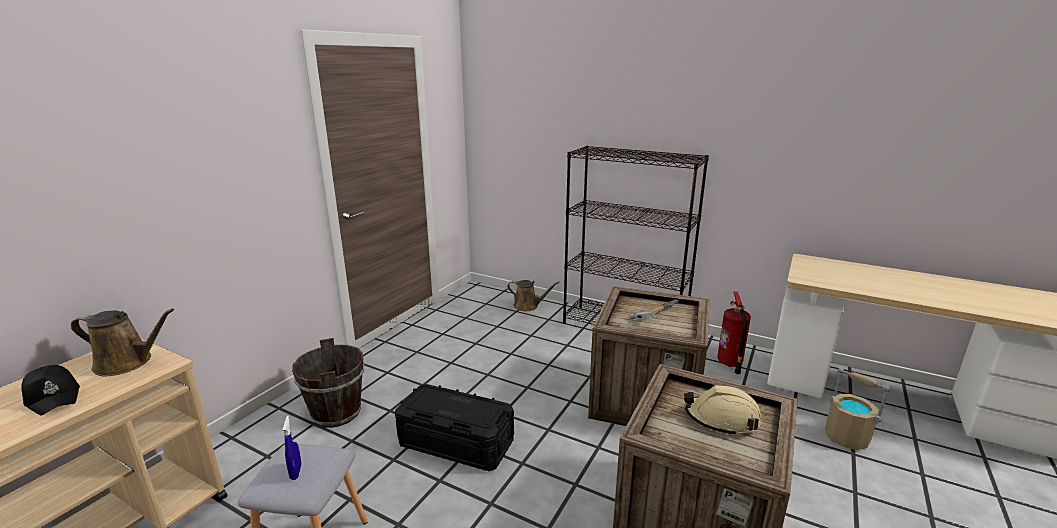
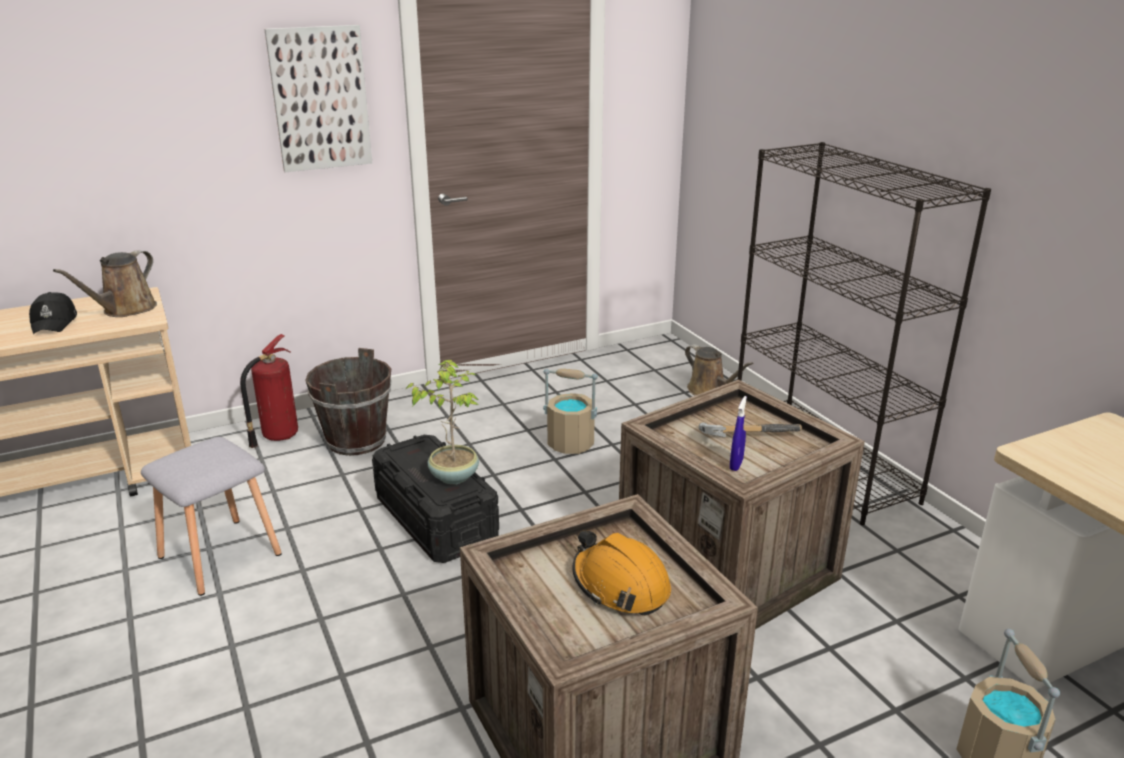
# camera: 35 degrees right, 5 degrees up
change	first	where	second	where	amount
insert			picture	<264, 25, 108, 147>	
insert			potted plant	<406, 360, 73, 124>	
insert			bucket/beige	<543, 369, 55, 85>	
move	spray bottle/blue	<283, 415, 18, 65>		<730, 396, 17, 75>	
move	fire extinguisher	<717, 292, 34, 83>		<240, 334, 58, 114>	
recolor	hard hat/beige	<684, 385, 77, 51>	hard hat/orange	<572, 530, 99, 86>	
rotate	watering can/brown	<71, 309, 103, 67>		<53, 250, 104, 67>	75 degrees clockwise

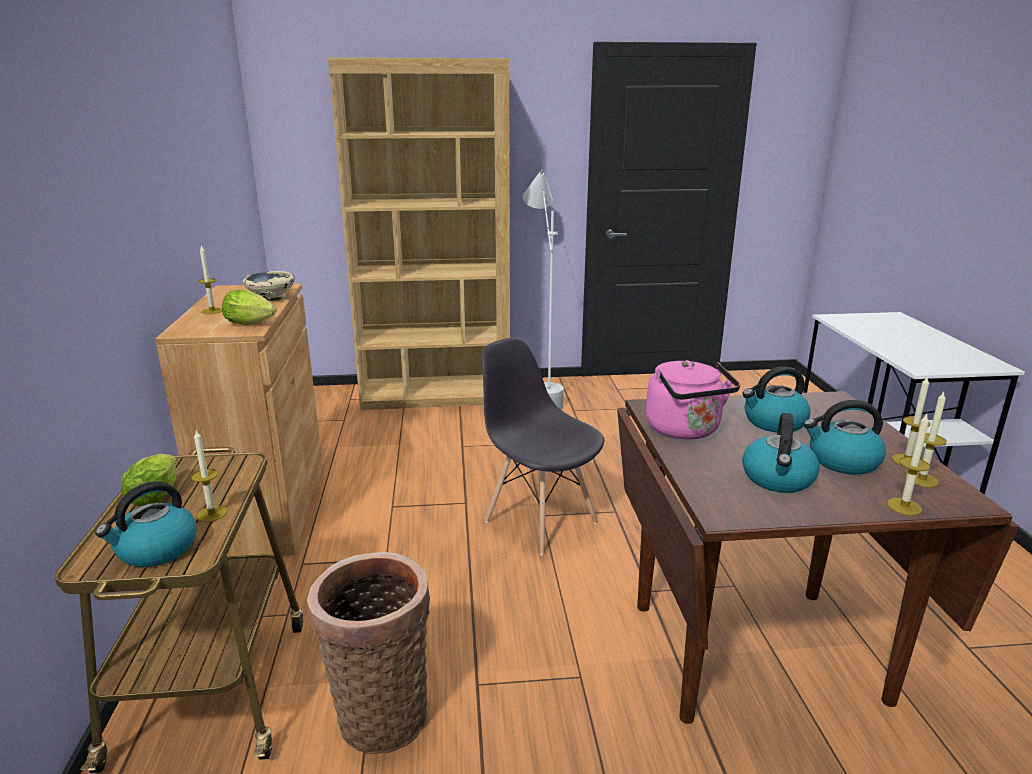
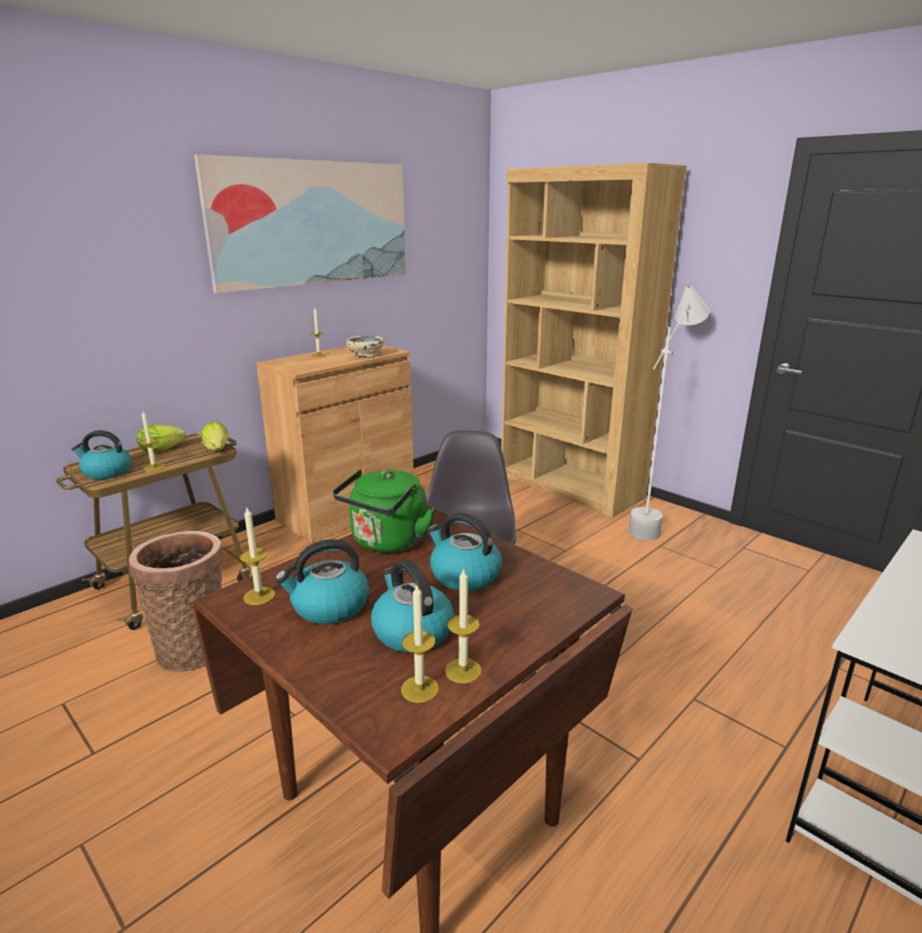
# camera: 50 degrees right, 0 degrees up
change	first	where	second	where	amount
insert			picture	<194, 154, 212, 139>	
move	lettuce	<222, 290, 55, 35>		<201, 421, 28, 30>	
move	candle	<887, 414, 43, 101>		<240, 508, 35, 97>	
recolor	kettle/pink	<646, 360, 94, 80>	kettle/green	<333, 469, 102, 83>	

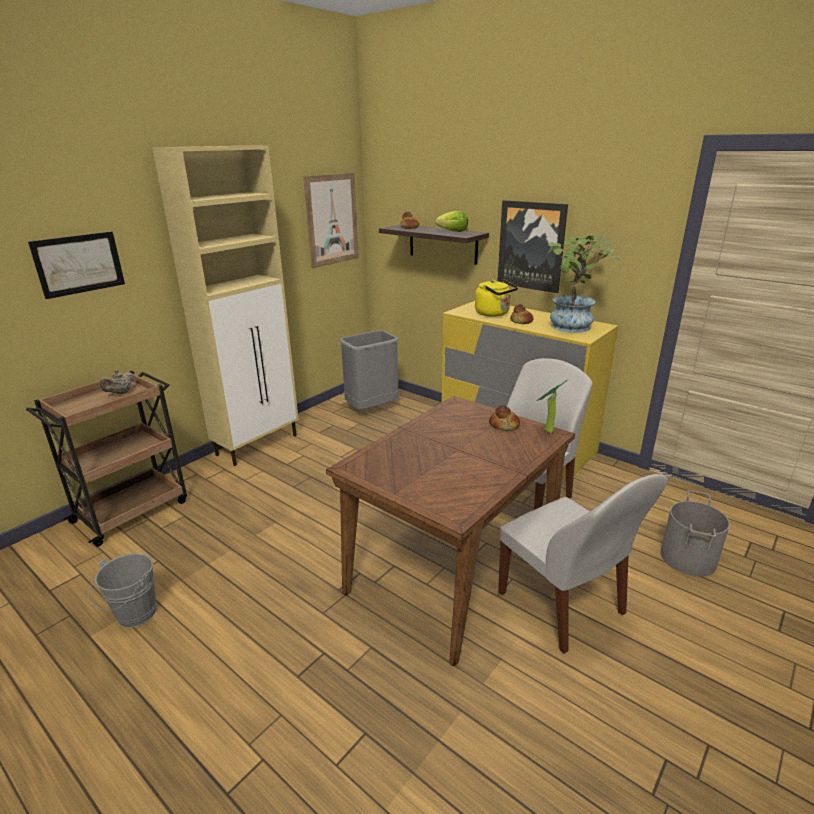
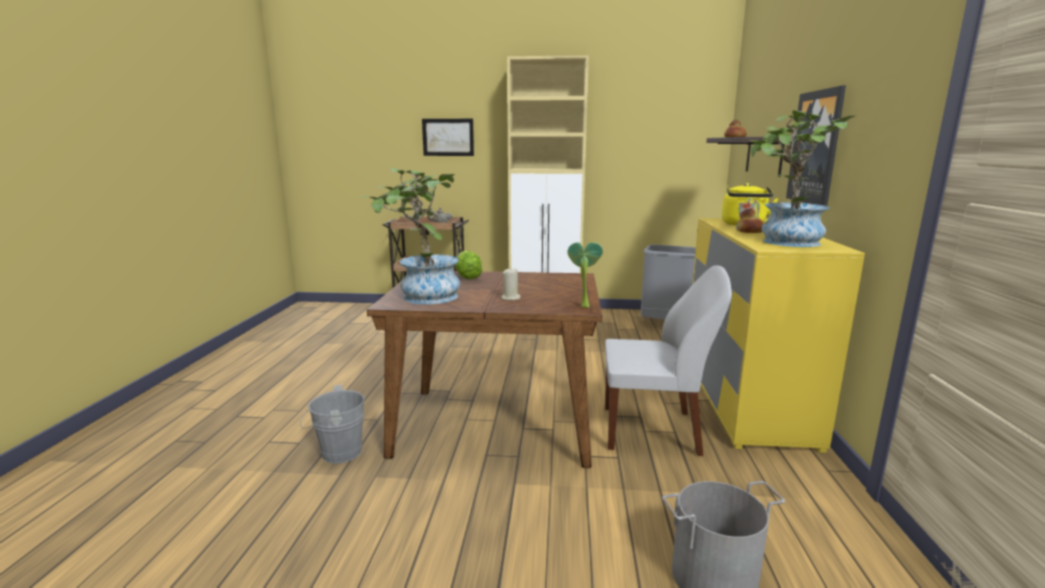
# camera: 55 degrees right, 10 degrees down
change	first	where	second	where	amount
delete	picture	<303, 173, 56, 95>			
delete	bread	<489, 405, 31, 25>			
delete	chair/white	<498, 474, 170, 180>			
insert			potted plant	<361, 168, 99, 136>	
insert			candle/beige	<501, 267, 20, 33>	
move	bucket/grey	<88, 553, 69, 75>		<300, 385, 65, 79>	
move	lettuce	<435, 211, 33, 21>		<455, 251, 27, 28>	

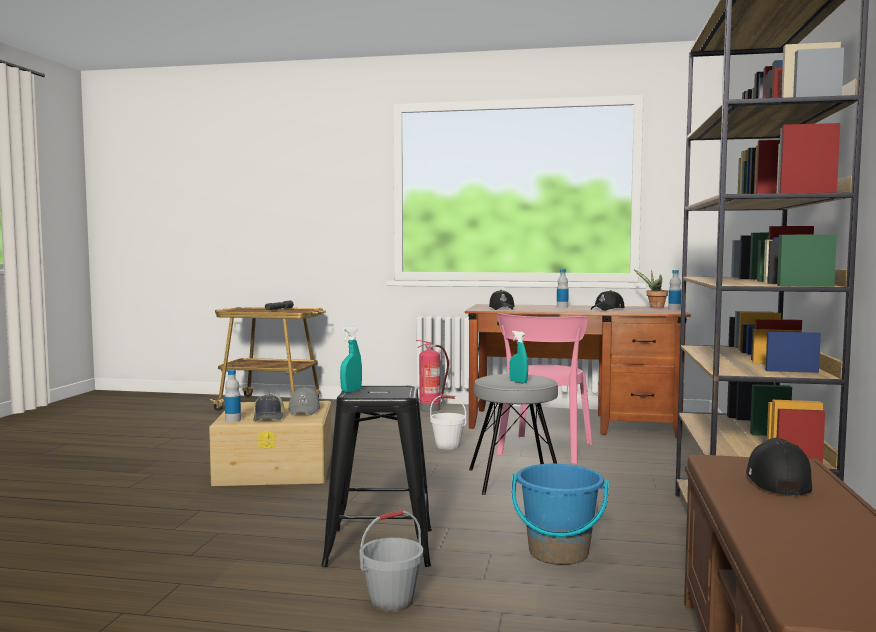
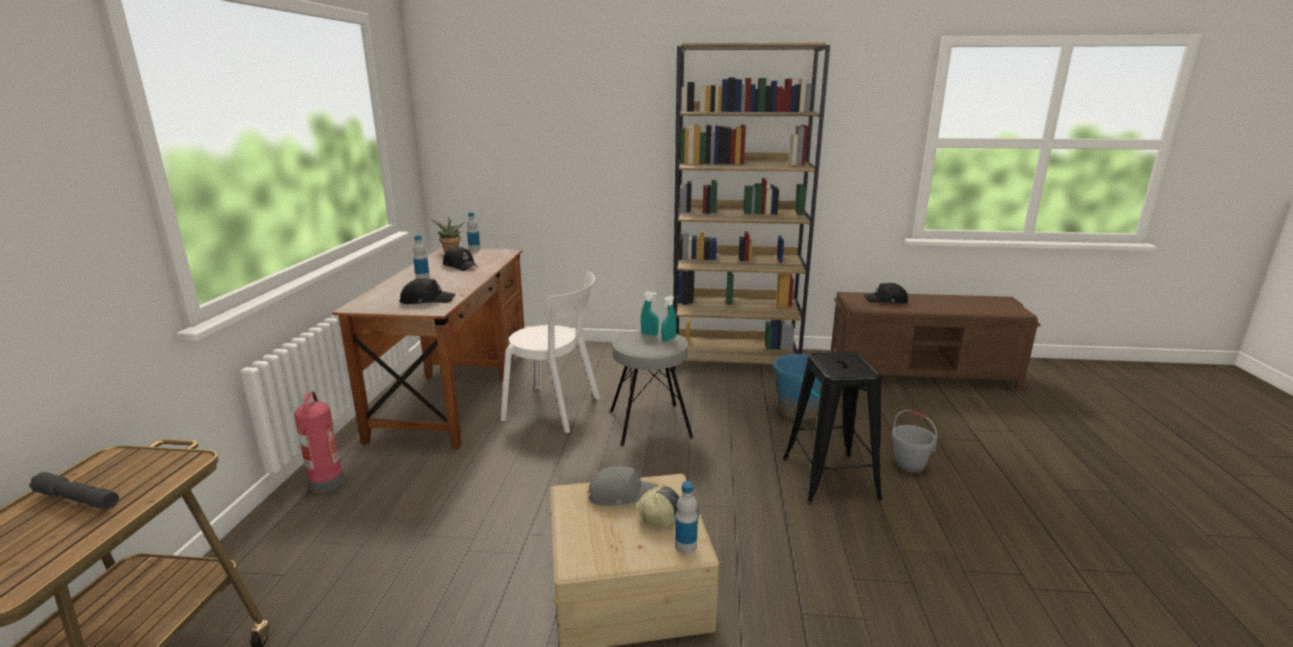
# camera: 95 degrees left, 15 degrees up
change	first	where	second	where	amount
delete	bucket/white	<430, 395, 36, 55>			
move	spray bottle/turquoise	<340, 326, 22, 67>		<641, 292, 18, 44>	
recolor	chair/pink	<496, 313, 97, 151>	chair/white	<500, 272, 100, 161>	

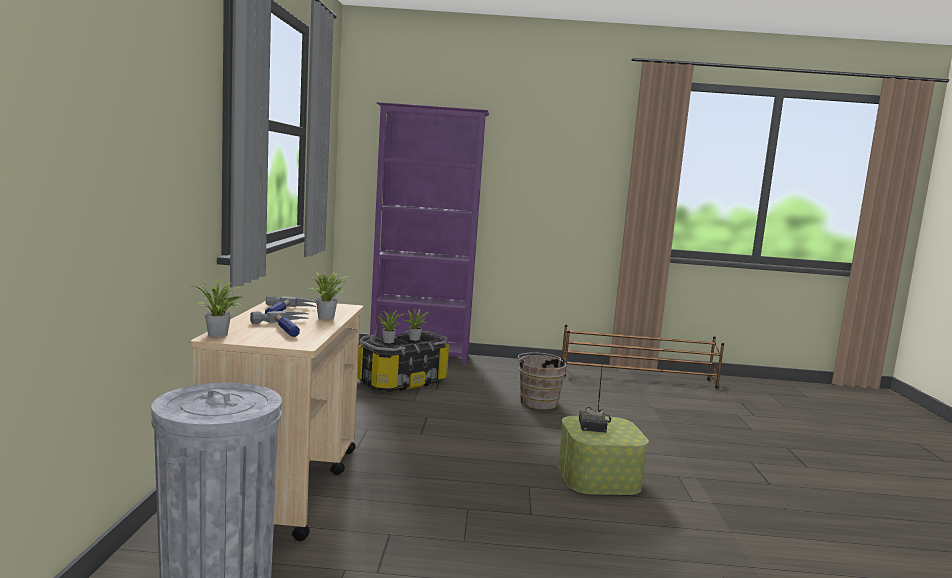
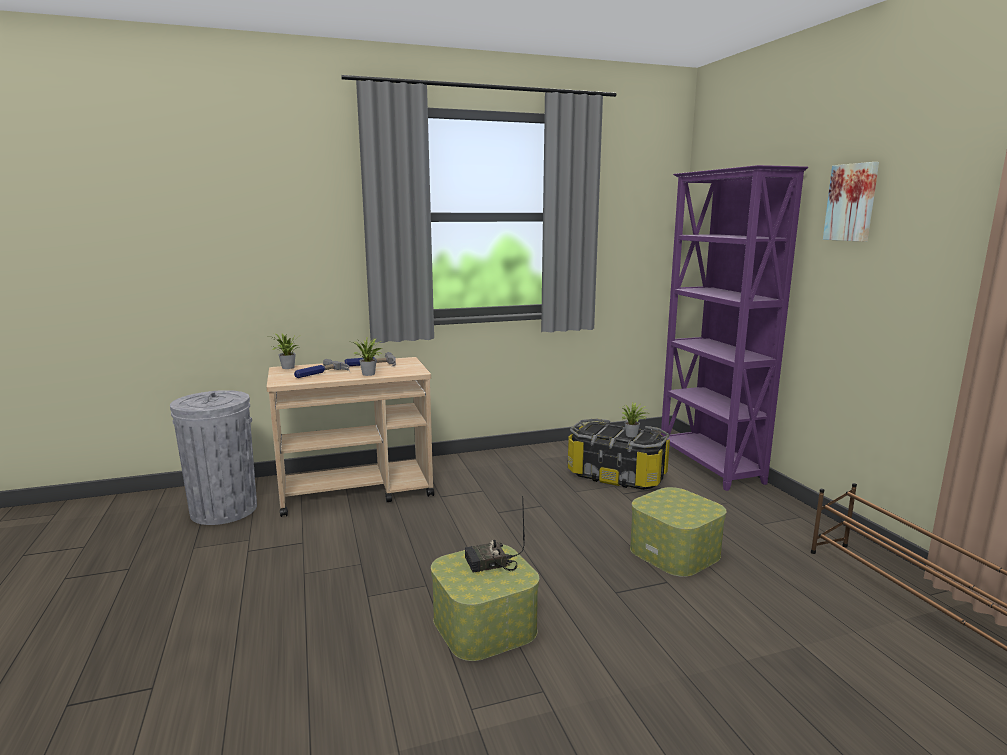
# camera: 70 degrees right, 5 degrees up
change	first	where	second	where	amount
delete	potted plant	<378, 311, 25, 32>			
insert			picture	<823, 162, 56, 80>	
replace	bucket/brown	<518, 352, 48, 58>	storage box	<630, 487, 97, 90>	

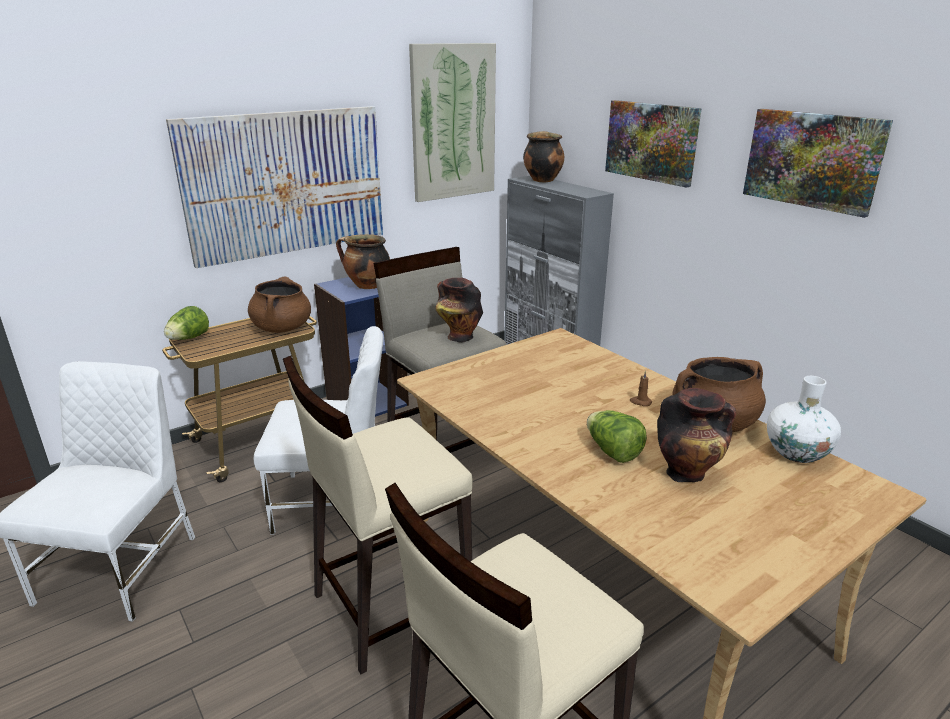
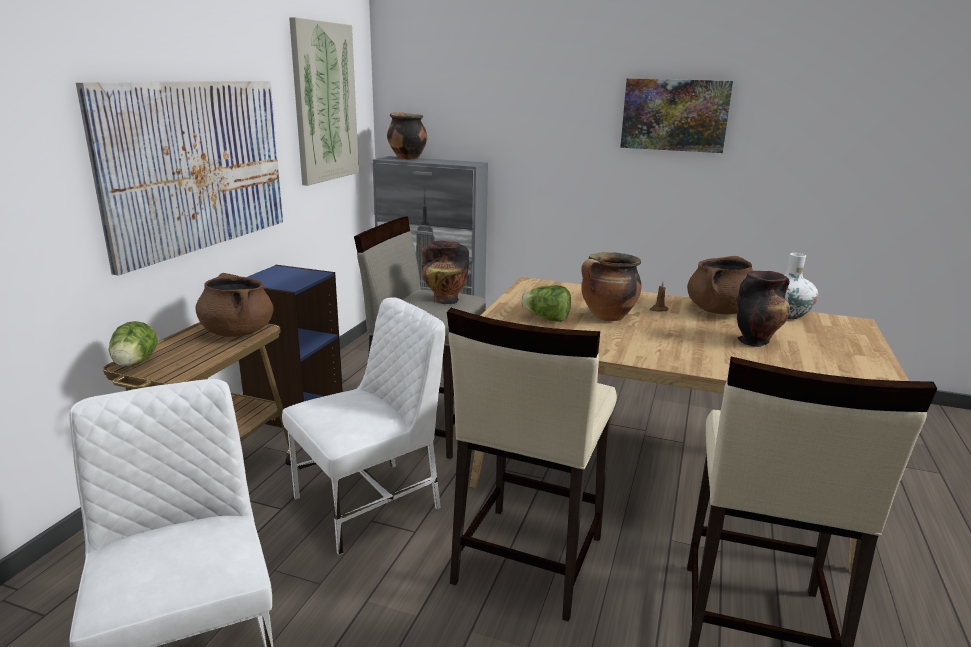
# camera: 35 degrees left, 5 degrees down
change	first	where	second	where	amount
delete	picture	<605, 100, 97, 88>			
move	cooking pot	<336, 234, 54, 55>		<581, 252, 61, 69>	
move	lettuce	<587, 410, 60, 53>		<521, 285, 50, 37>	

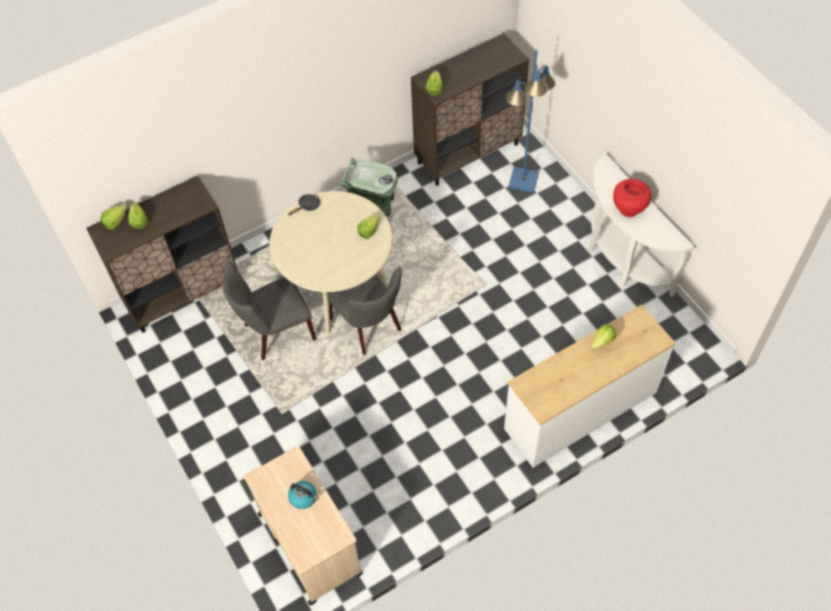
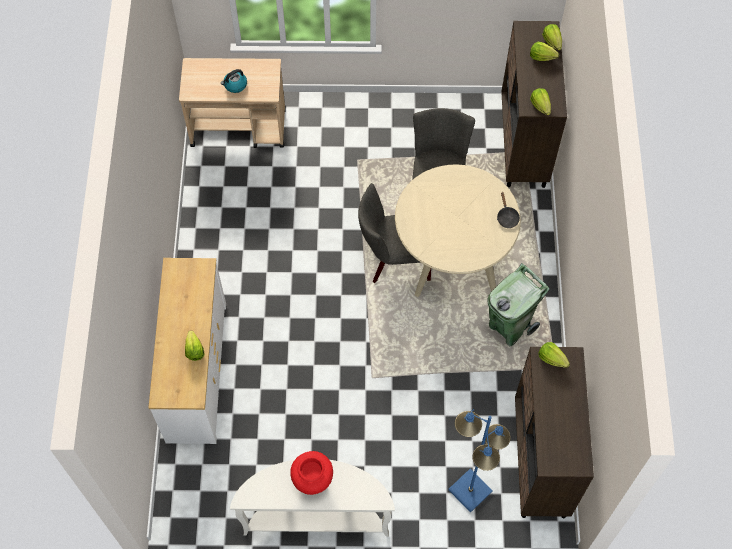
# camera: 120 degrees right, 5 degrees up
change	first	where	second	where	amount
move	lettuce	<357, 215, 23, 24>		<530, 88, 21, 27>	

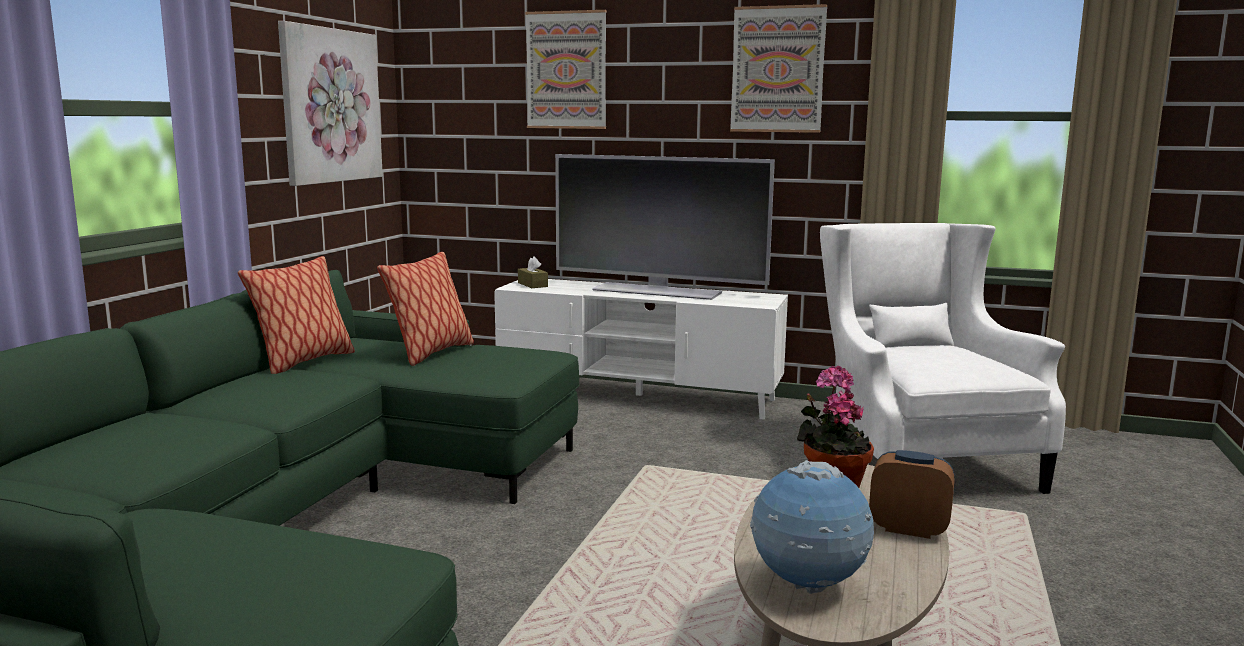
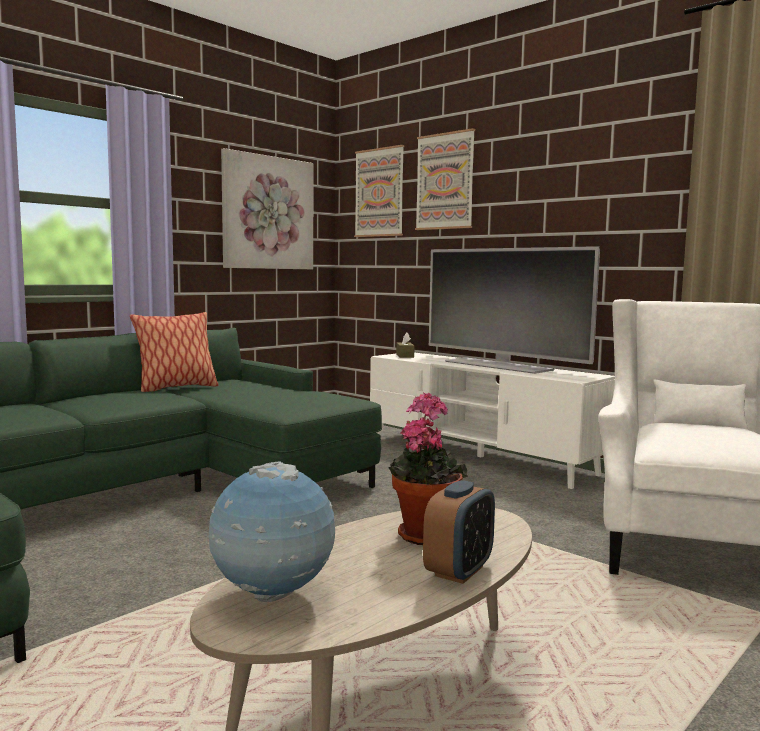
# camera: 25 degrees right, 5 degrees down
change	first	where	second	where	amount
delete	pillow	<377, 252, 97, 114>			
move	picture	<730, 4, 97, 129>		<354, 145, 51, 92>	
rotate	alarm clock	<869, 450, 86, 89>		<423, 480, 72, 104>	75 degrees clockwise

